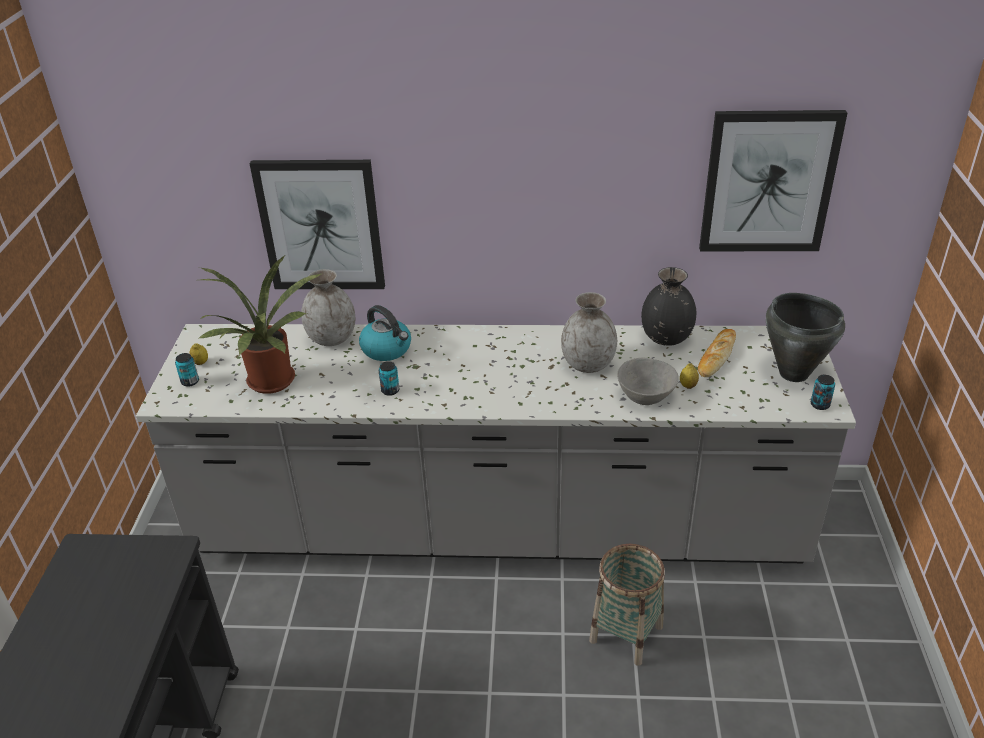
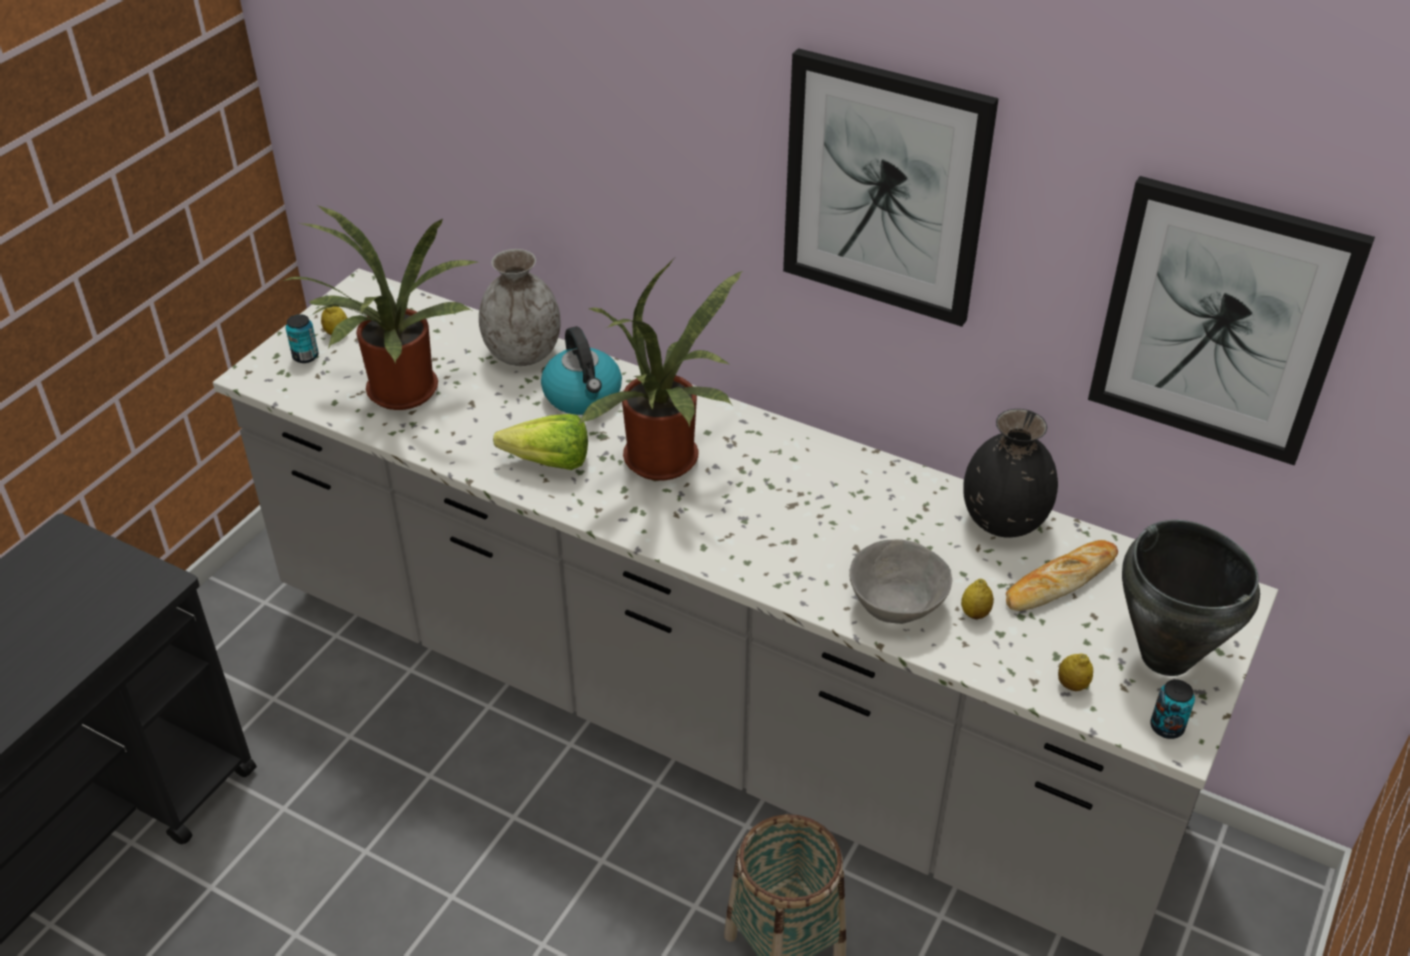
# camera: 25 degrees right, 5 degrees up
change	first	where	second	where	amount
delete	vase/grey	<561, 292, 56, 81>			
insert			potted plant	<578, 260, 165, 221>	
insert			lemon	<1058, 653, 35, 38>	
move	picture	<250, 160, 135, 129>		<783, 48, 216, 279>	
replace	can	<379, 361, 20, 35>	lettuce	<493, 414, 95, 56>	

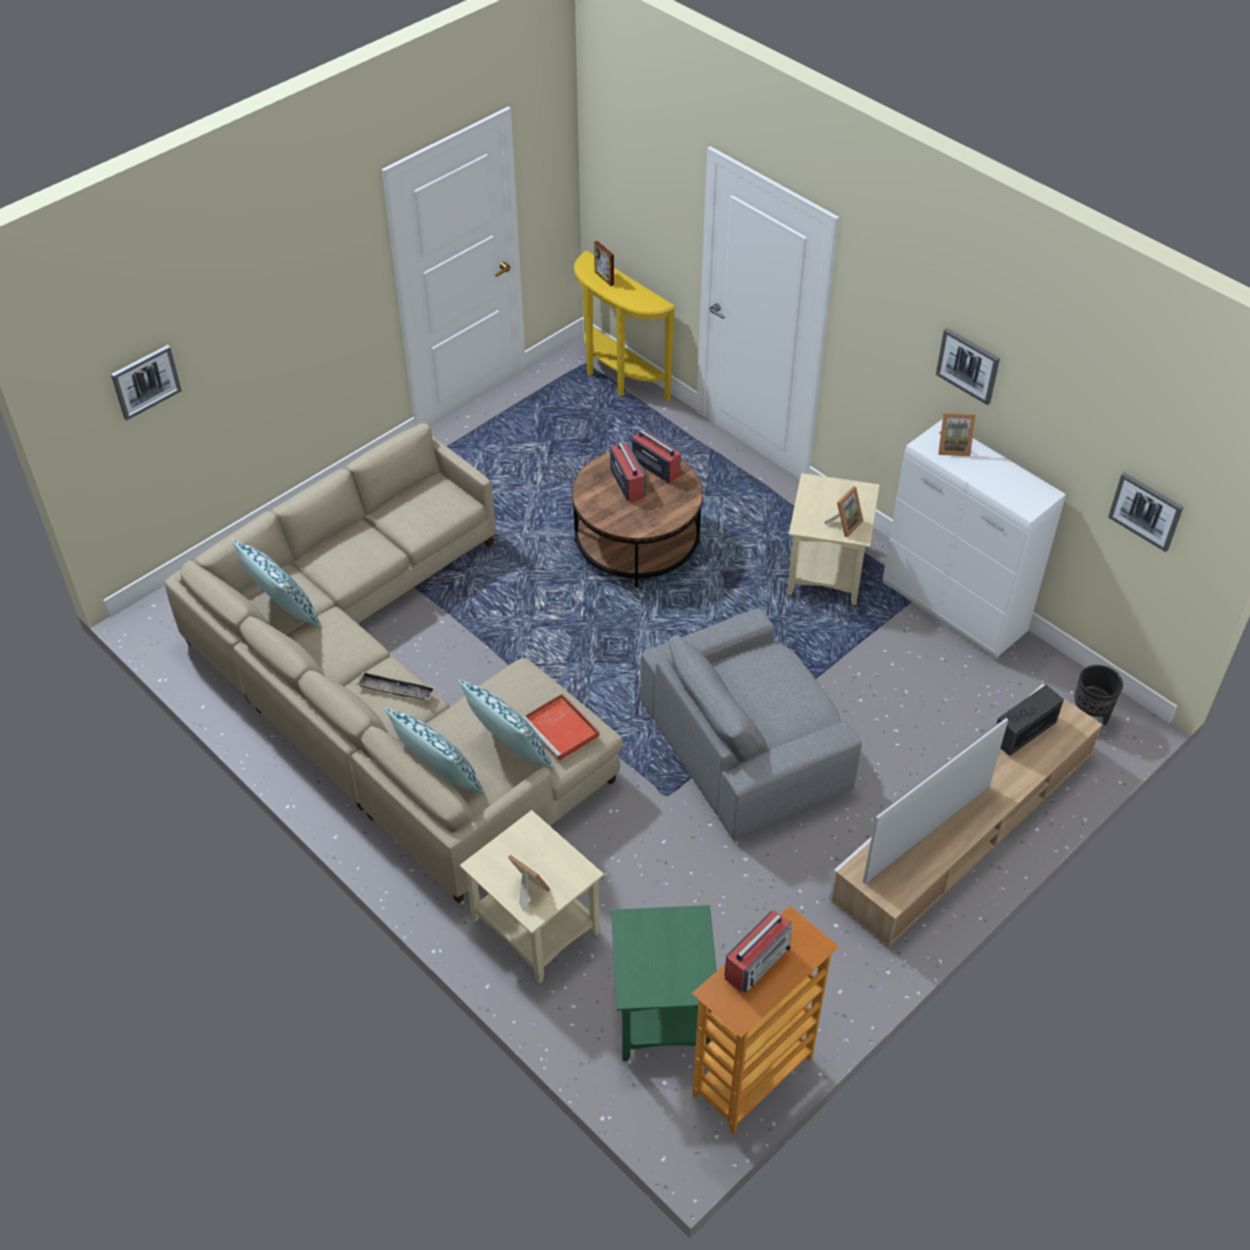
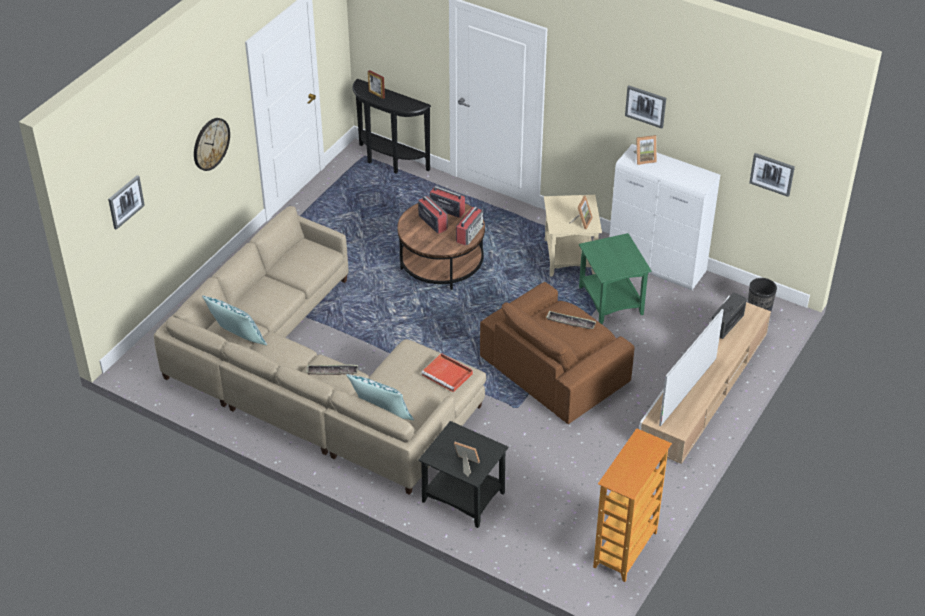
# camera: 15 degrees left, 5 degrees down
change	first	where	second	where	amount
delete	pillow	<459, 680, 95, 89>			
insert			wall clock	<194, 118, 36, 53>	
insert			tray	<546, 311, 50, 18>	
move	side table/green	<611, 905, 106, 156>		<579, 233, 73, 91>	
move	radio	<725, 911, 67, 81>		<456, 206, 28, 40>	
recolor	side table/beige	<460, 810, 144, 174>	side table/black	<418, 421, 91, 107>	
recolor	console table/yellow	<574, 251, 102, 150>	console table/black	<352, 79, 79, 94>	
recolor	armchair/grey	<640, 608, 222, 232>	armchair/brown	<480, 282, 155, 142>	

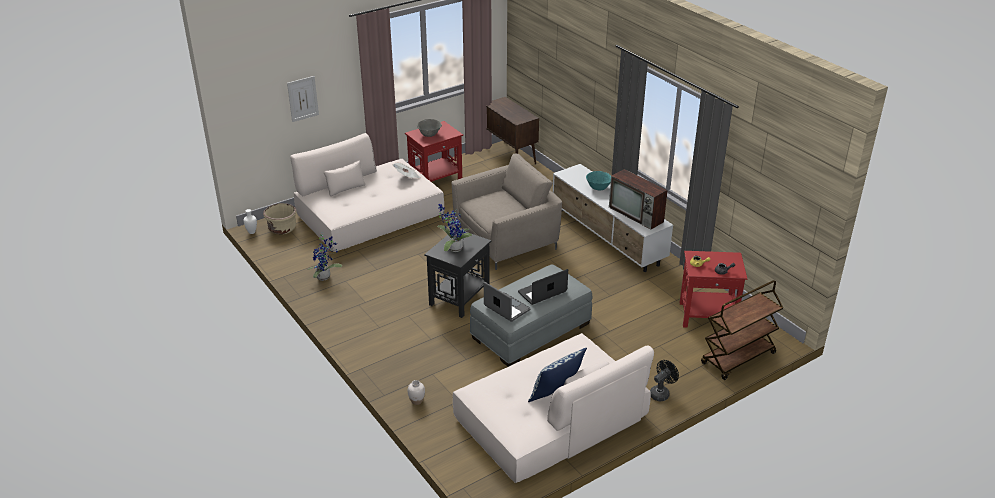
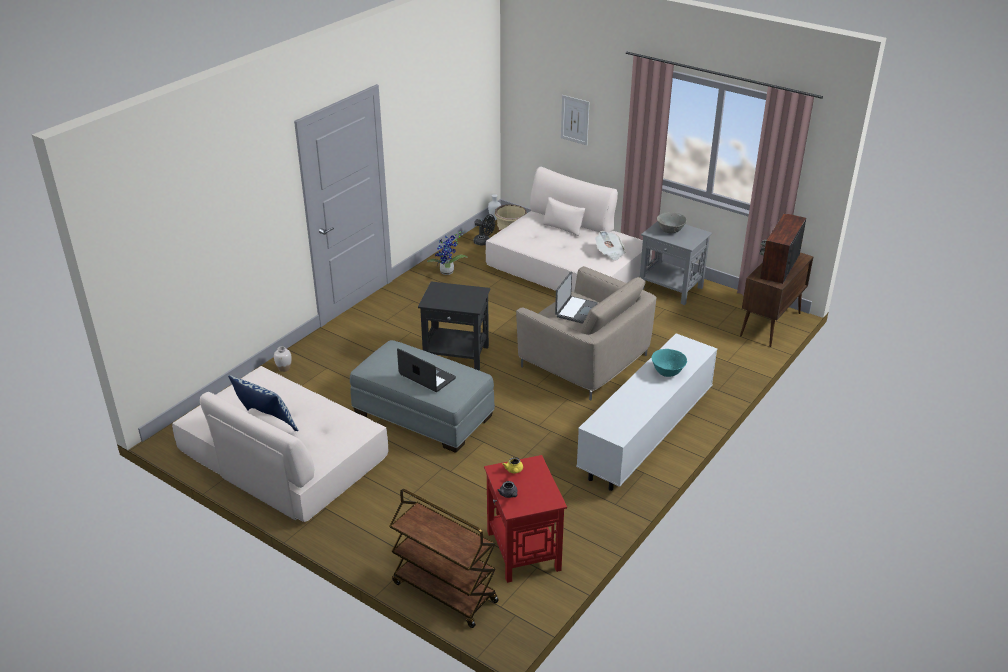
# camera: 70 degrees right, 0 degrees up
change	first	where	second	where	amount
delete	potted plant	<437, 204, 35, 48>			
move	laptop	<484, 282, 47, 40>		<555, 272, 43, 52>	
move	television	<609, 169, 59, 60>		<759, 214, 47, 70>	
move	fan/black	<650, 360, 29, 41>		<474, 214, 21, 32>	
recolor	side table/red	<405, 121, 58, 61>	side table/grey	<640, 221, 72, 84>	

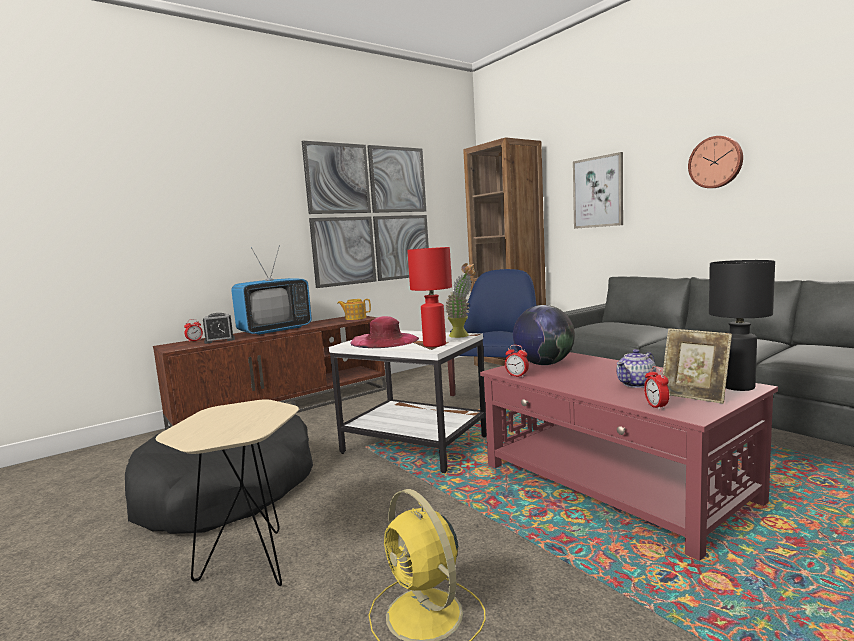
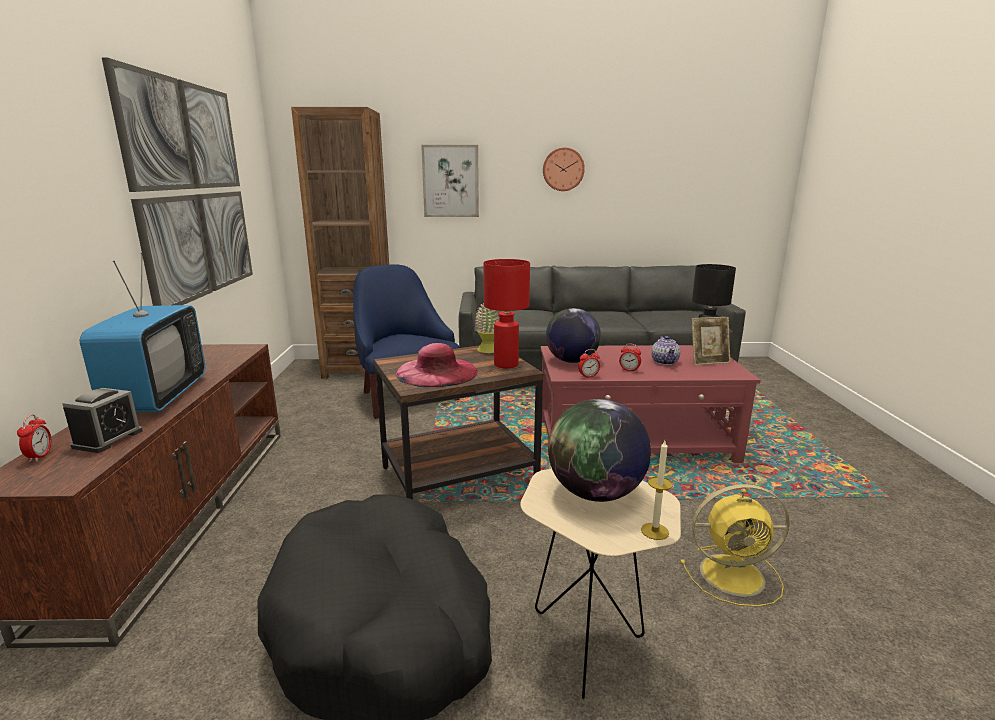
# camera: 55 degrees left, 10 degrees up
change	first	where	second	where	amount
delete	teapot	<337, 299, 34, 21>			
insert			globe	<548, 399, 103, 103>	
insert			candle	<641, 441, 32, 99>	
move	alarm clock	<644, 366, 25, 44>		<619, 344, 22, 28>	
recolor	side table/white	<329, 330, 158, 143>	side table/brown	<374, 345, 170, 154>	

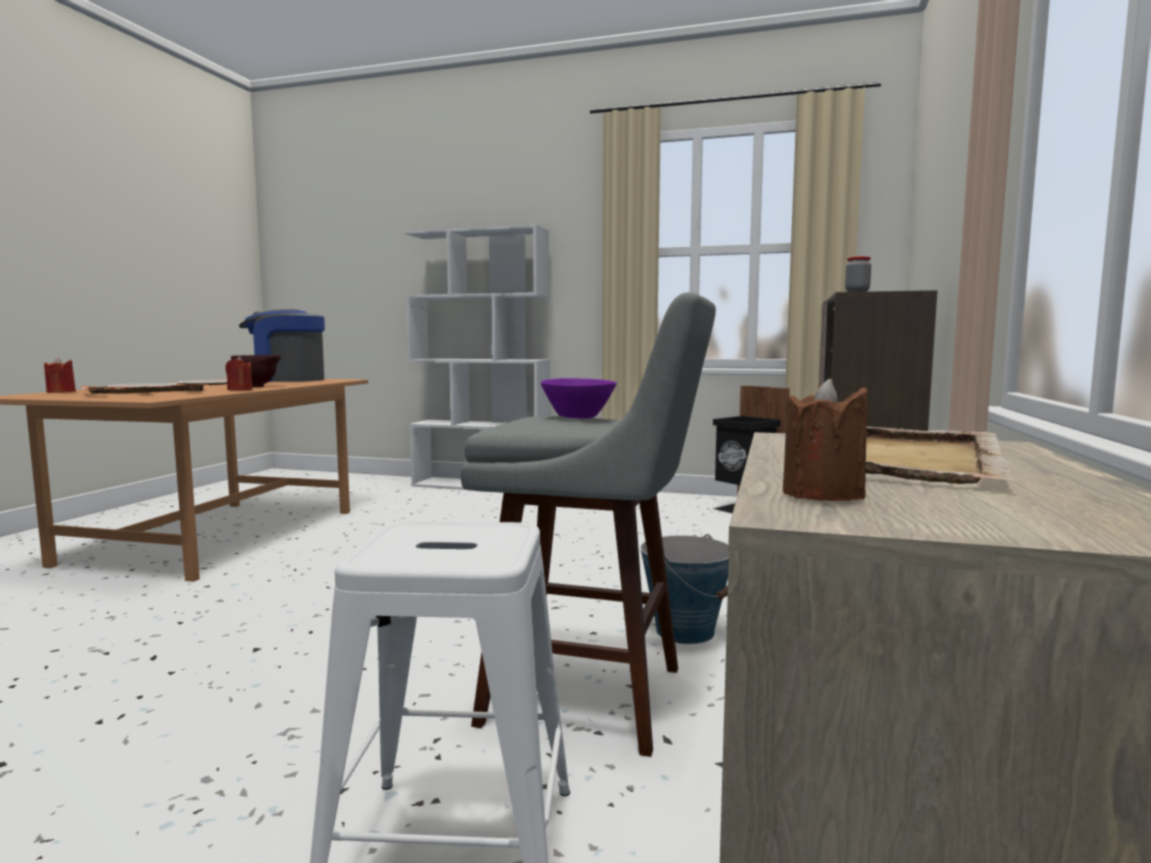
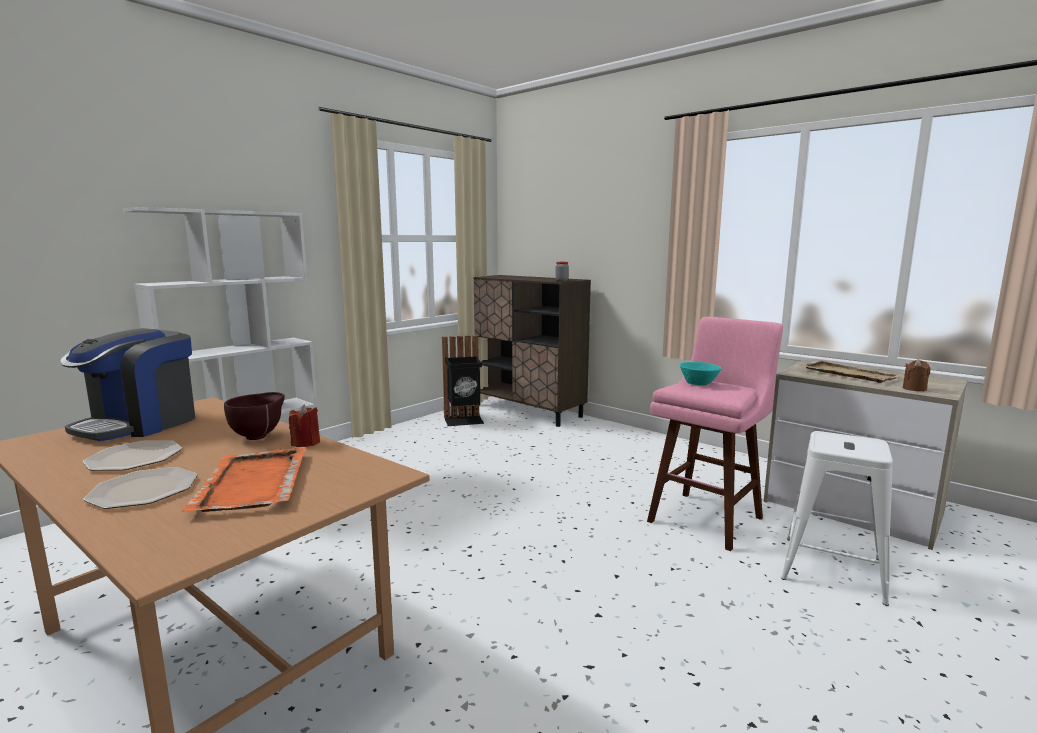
# camera: 65 degrees left, 5 degrees up
change	first	where	second	where	amount
delete	candle/red	<44, 357, 32, 36>			
delete	bucket	<640, 534, 89, 110>			
recolor	stool/grey	<460, 292, 256, 465>	stool/pink	<647, 317, 136, 234>	
recolor	bowl/purple	<541, 378, 76, 41>	bowl/turquoise	<680, 362, 41, 24>	

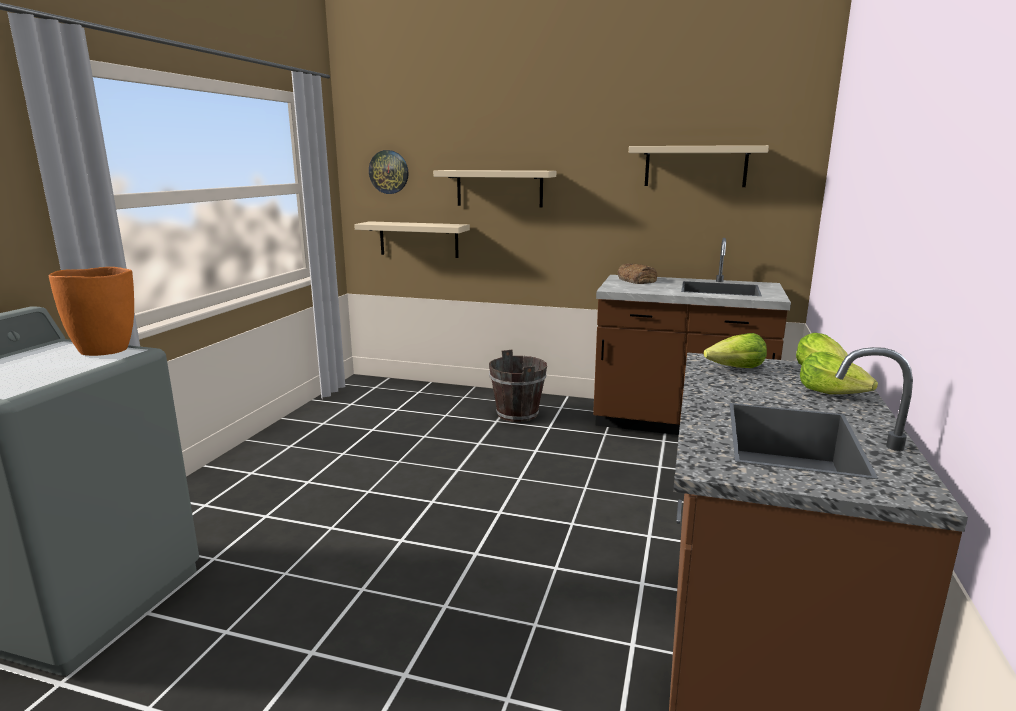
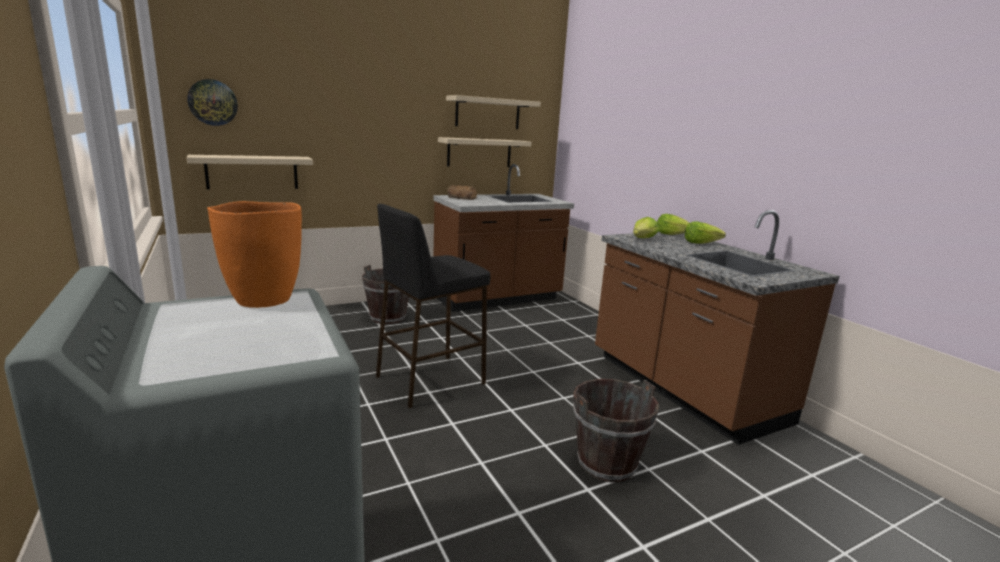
# camera: 45 degrees left, 0 degrees up
change	first	where	second	where	amount
insert			stool/black	<376, 204, 114, 204>	
insert			bucket/brown	<573, 379, 86, 103>	
move	shelf/beige	<433, 170, 123, 38>		<438, 137, 93, 30>	

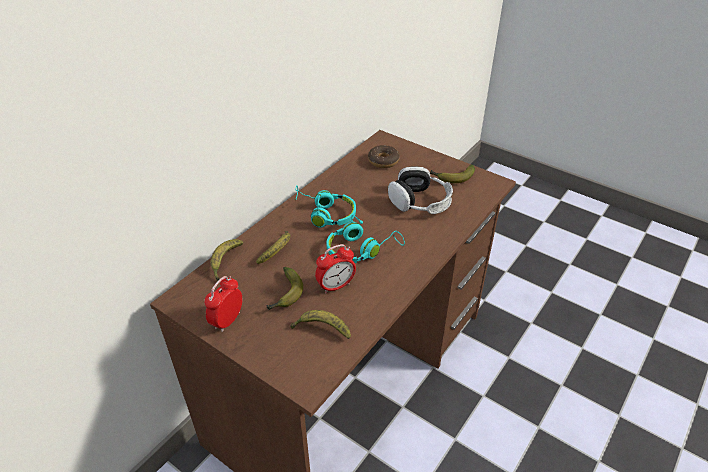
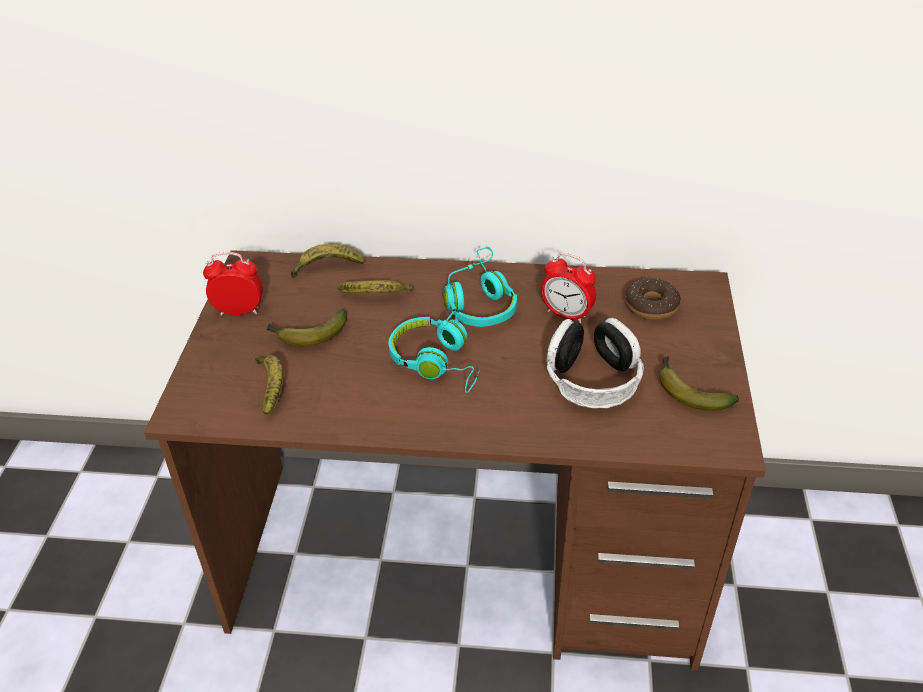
# camera: 60 degrees right, 0 degrees up
change	first	where	second	where	amount
move	alarm clock	<315, 244, 41, 50>		<541, 253, 55, 70>	

